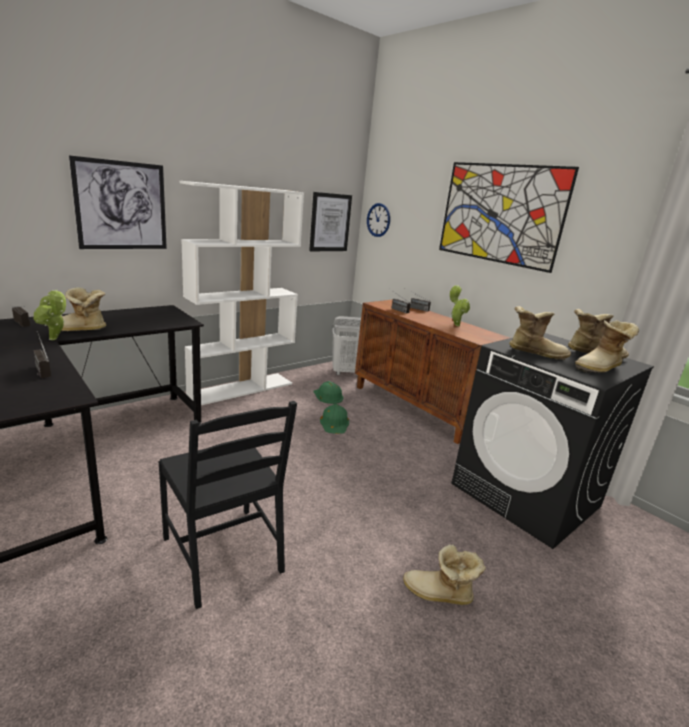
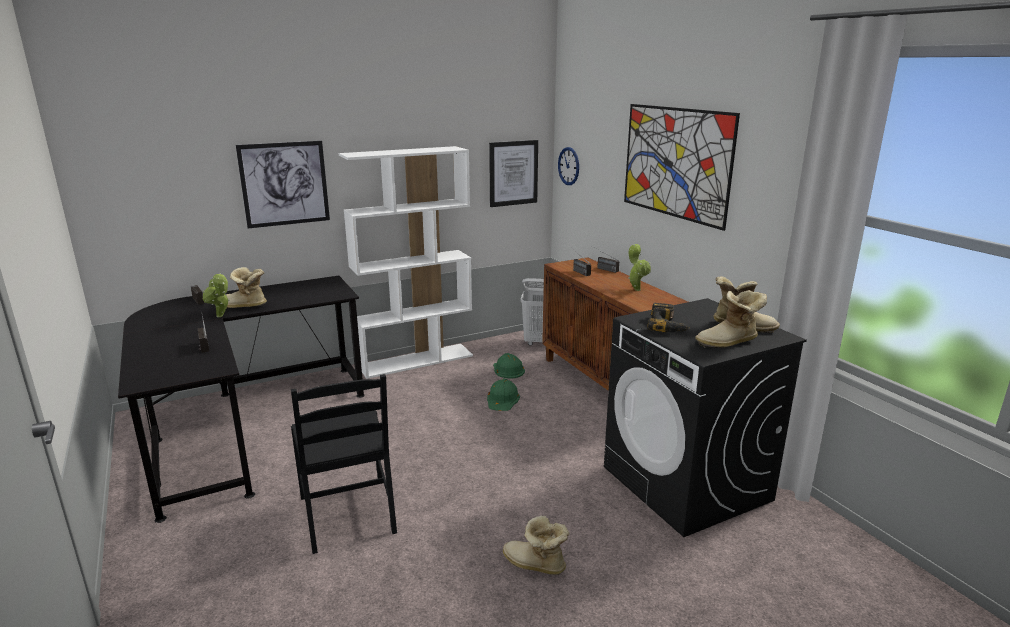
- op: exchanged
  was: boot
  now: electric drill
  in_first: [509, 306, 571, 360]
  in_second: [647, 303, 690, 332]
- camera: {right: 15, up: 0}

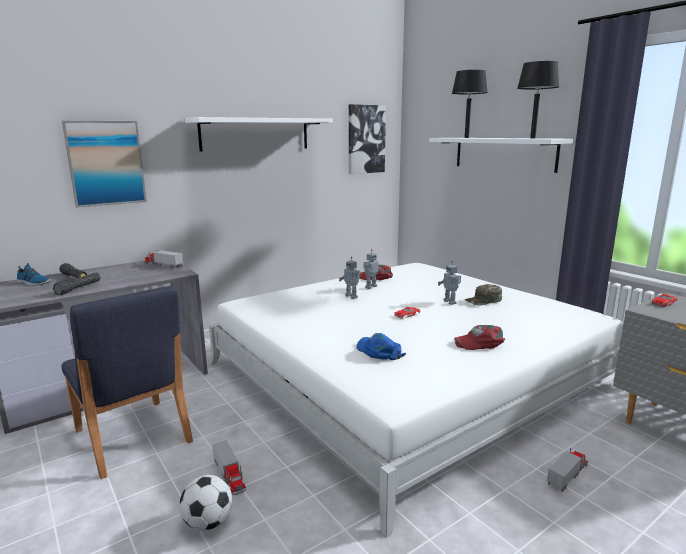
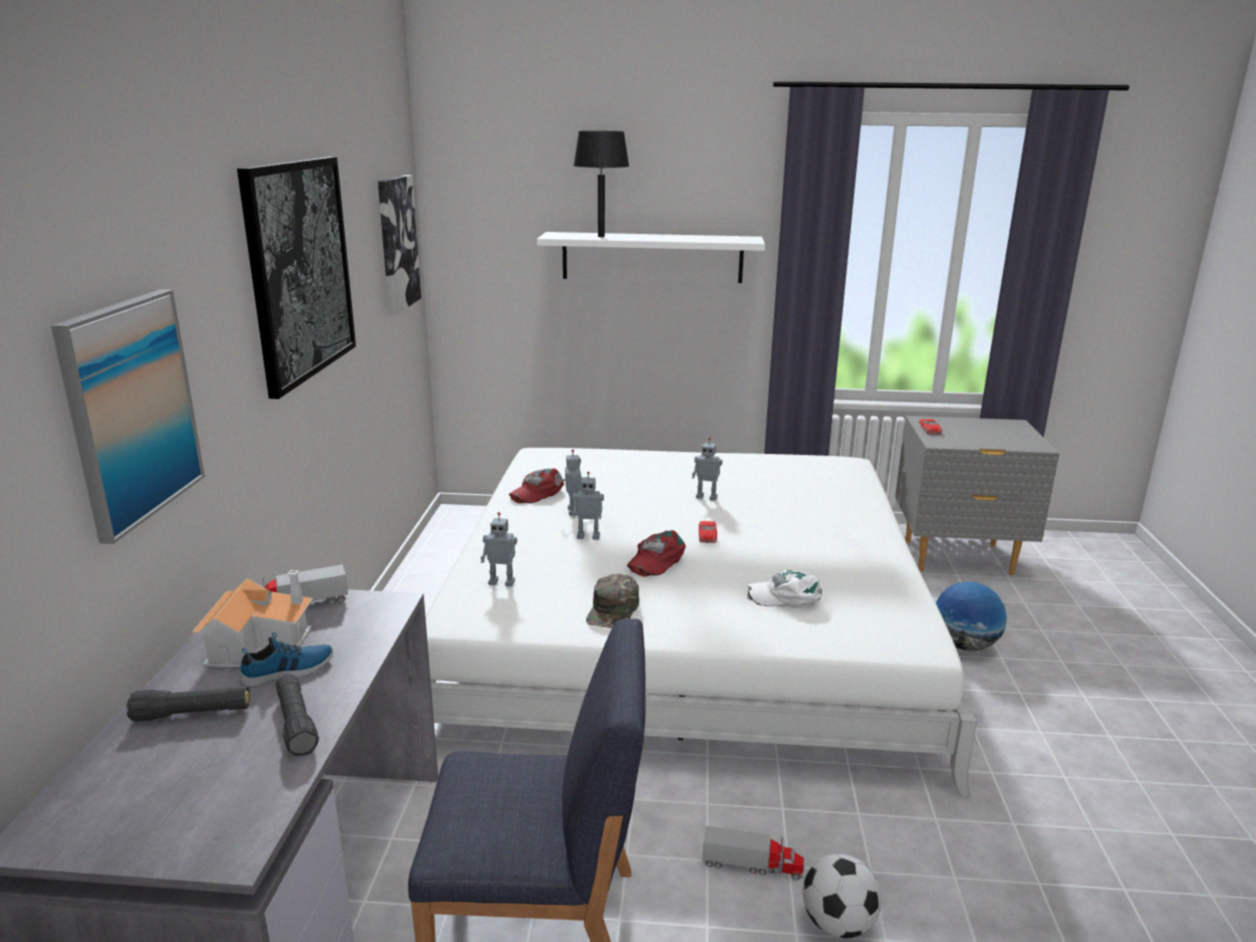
- op: missing
  was: blackish lamp for a table
  in_first: [517, 61, 559, 138]
- op: exchanged
  was: white-coloured bracket shelf
  now: wall picture
  in_first: [185, 117, 333, 152]
  in_second: [237, 157, 356, 399]
- op: relocated
  was: low shoe
  in_first: [16, 263, 52, 286]
  in_second: [240, 632, 333, 687]
- op: relocated
  was: greenish cap
  in_first: [464, 284, 502, 306]
  in_second: [586, 574, 639, 628]
- op: relocated
  was: reddish cap
  in_first: [455, 325, 505, 350]
  in_second: [627, 530, 686, 577]
- op: colour
  was: bluish cap
  now: white-coloured cap
  in_first: [356, 333, 406, 360]
  in_second: [747, 570, 822, 608]
- op: exchanged
  was: toy lorry
  now: desk globe
  in_first: [547, 448, 588, 492]
  in_second: [936, 582, 1007, 651]
- op: appeared
  now: robot figure
  in_second: [481, 512, 517, 587]
- op: appeared
  now: model house
  in_second: [192, 570, 313, 667]
- camera: {right: -50, up: 5}

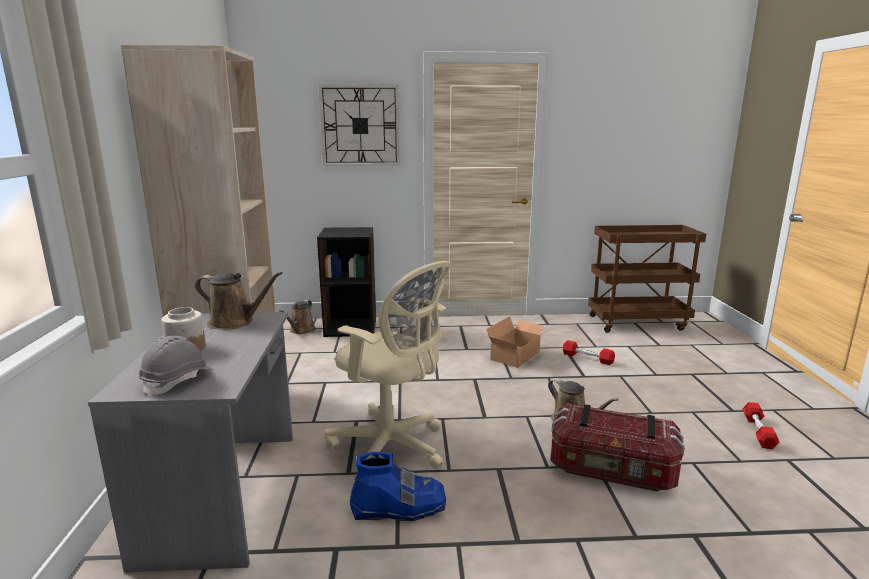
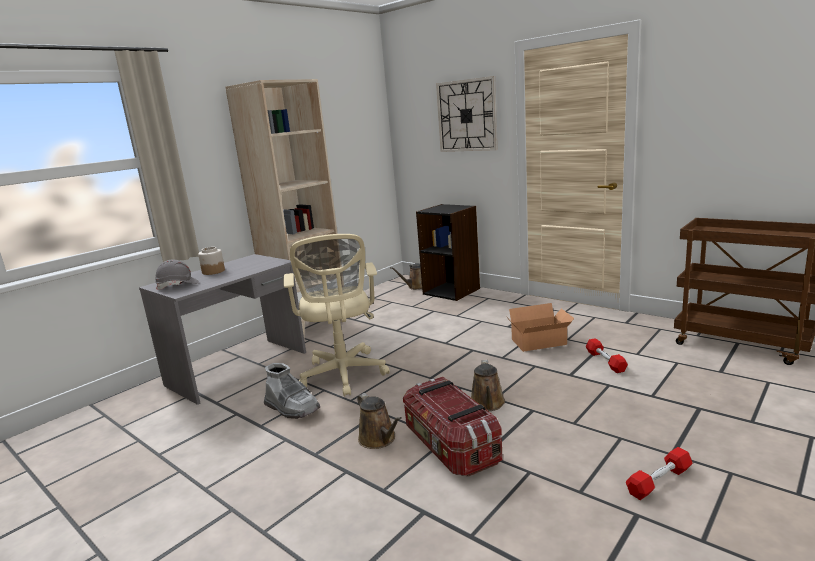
- op: relocated
  was: brownish watering can
  in_first: [195, 272, 282, 330]
  in_second: [357, 393, 402, 449]
- op: colour
  was: bluish boot
  now: greyish boot
  in_first: [350, 452, 446, 521]
  in_second: [264, 363, 320, 419]
- camera: {right: 45, up: 0}

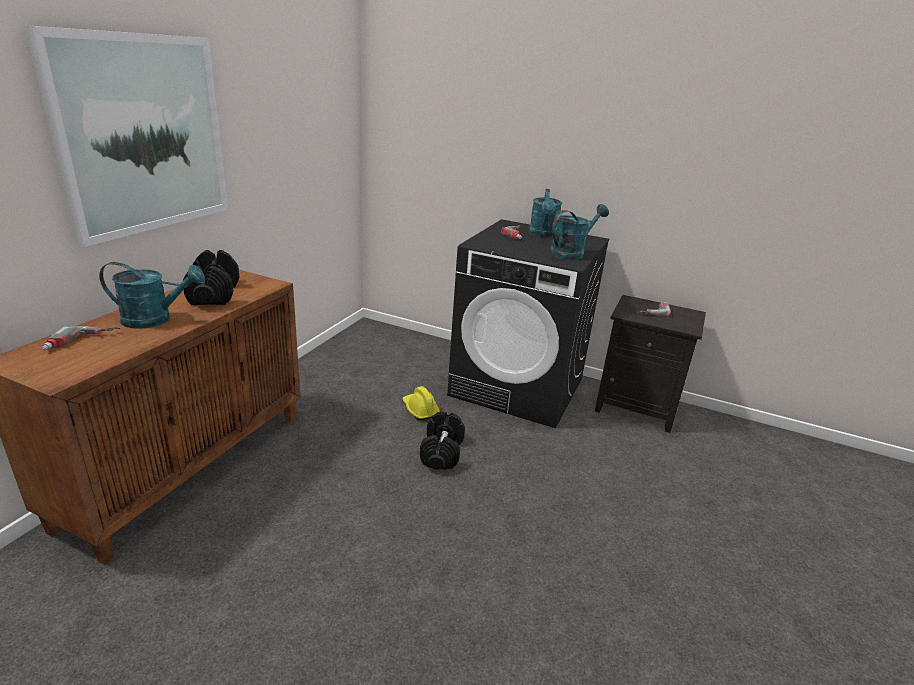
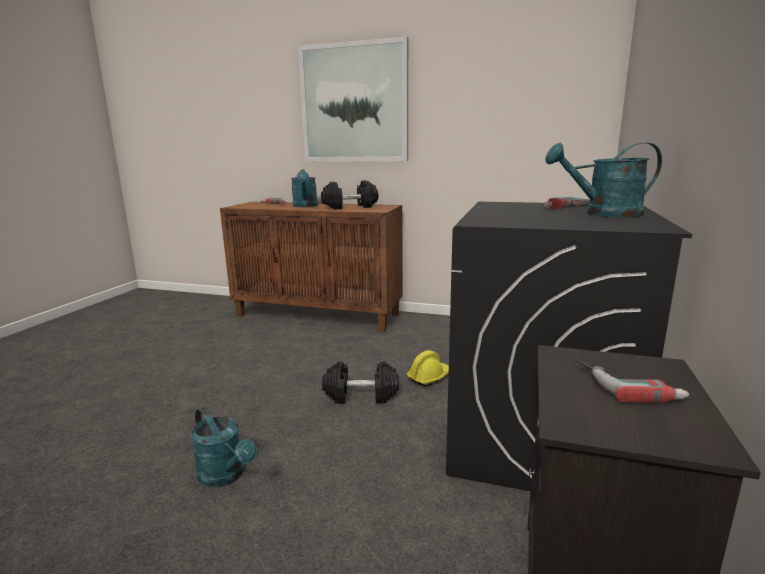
- op: relocated
  was: turquoise-coloured watering can
  in_first: [550, 204, 609, 260]
  in_second: [191, 407, 257, 487]
- camera: {right: 85, up: -10}

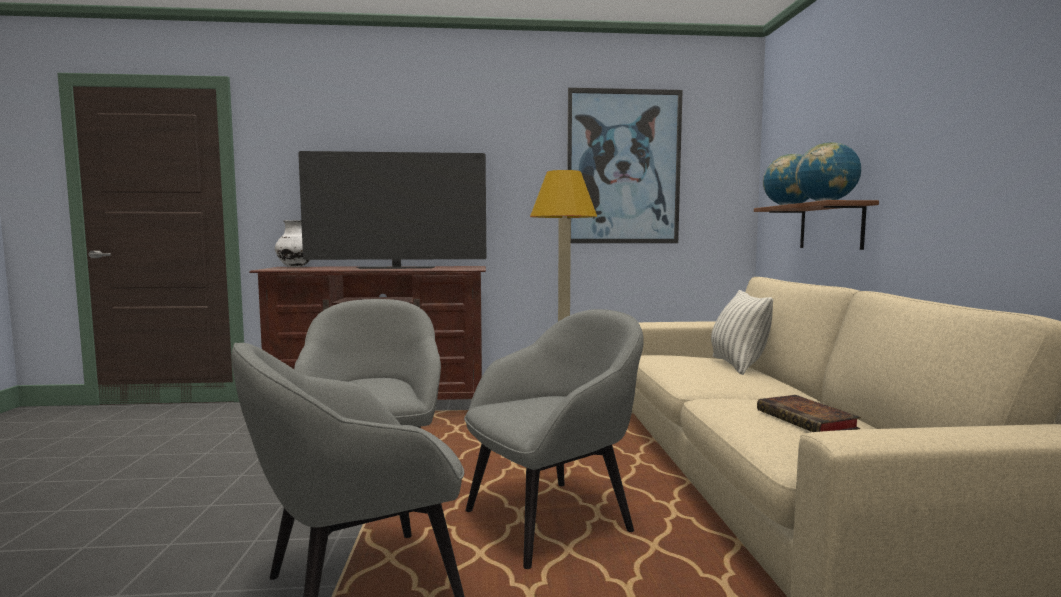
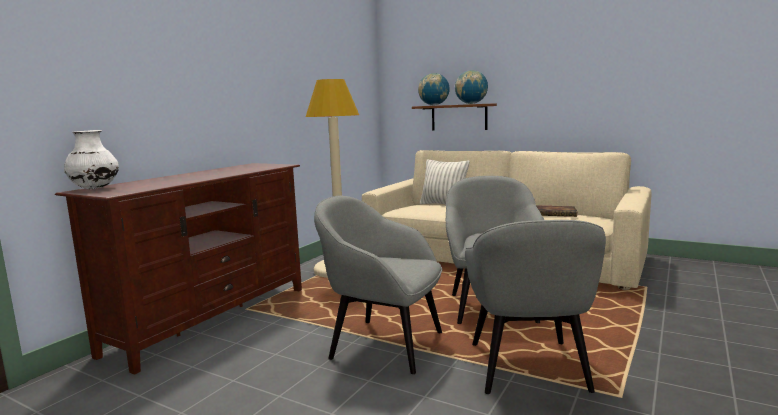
- op: missing
  was: wall picture
  in_first: [567, 88, 683, 243]
- op: missing
  was: television
  in_first: [298, 151, 486, 269]
- camera: {right: -55, up: 5}

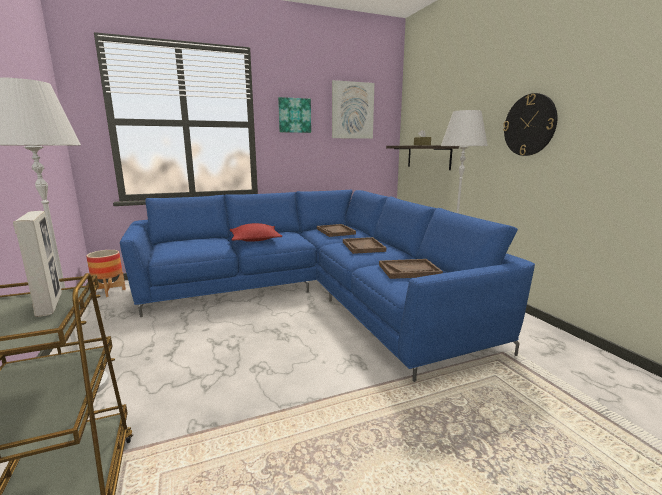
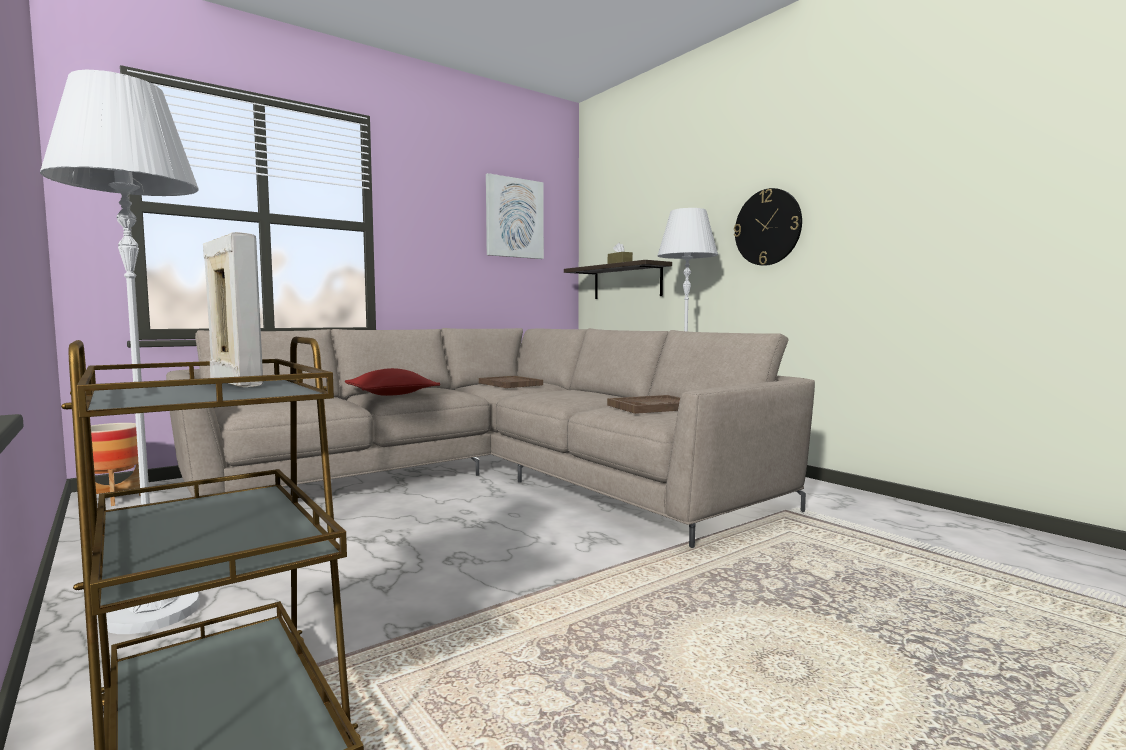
- op: missing
  was: wall picture
  in_first: [278, 97, 311, 133]
- op: colour
  was: bluish couch
  now: beige-coloured couch
  in_first: [120, 190, 535, 382]
  in_second: [166, 328, 815, 548]
- op: missing
  was: brownish tray
  in_first: [343, 237, 386, 254]
- camera: {right: -15, up: -10}

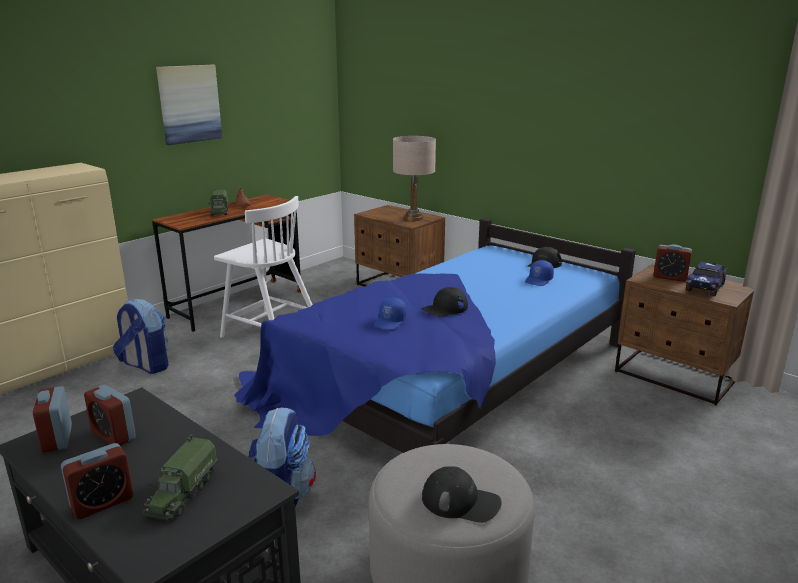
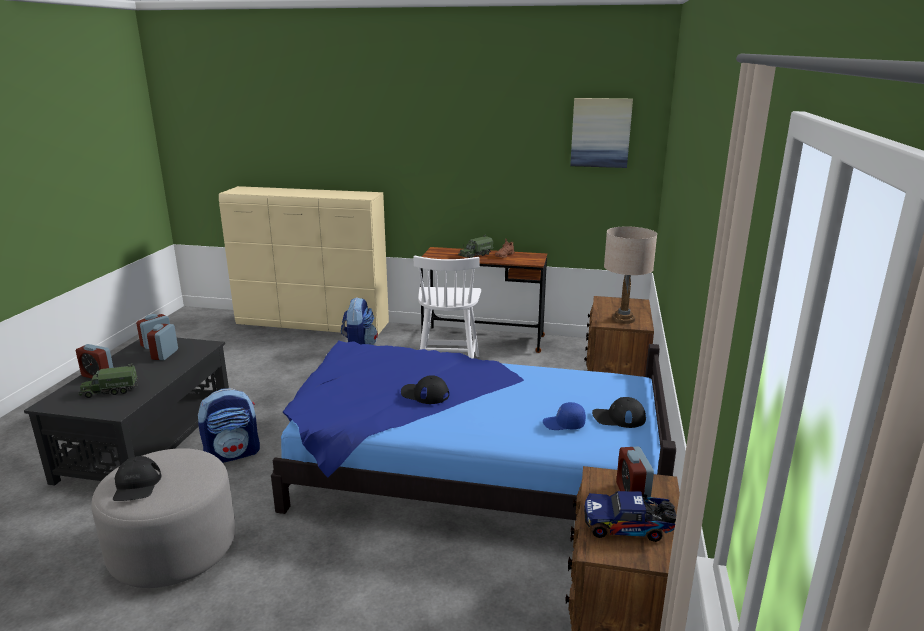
- op: relocated
  was: wall picture
  in_first: [156, 65, 222, 145]
  in_second: [570, 98, 633, 168]
- op: missing
  was: bluish cap
  in_first: [374, 297, 407, 330]
- camera: {right: 60, up: 0}

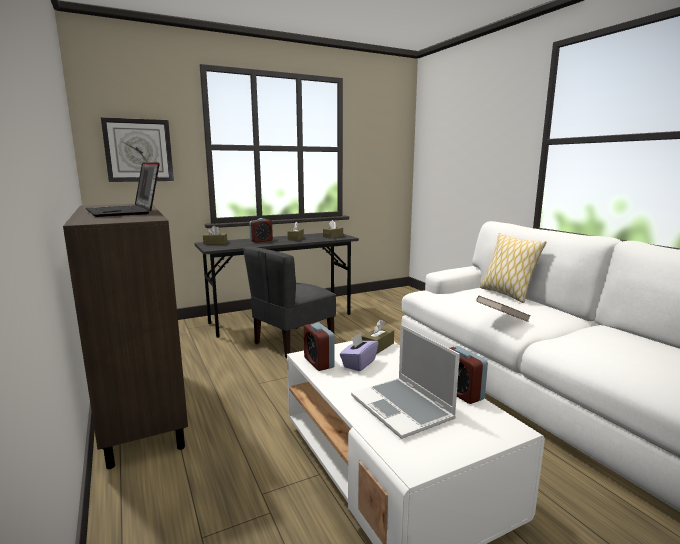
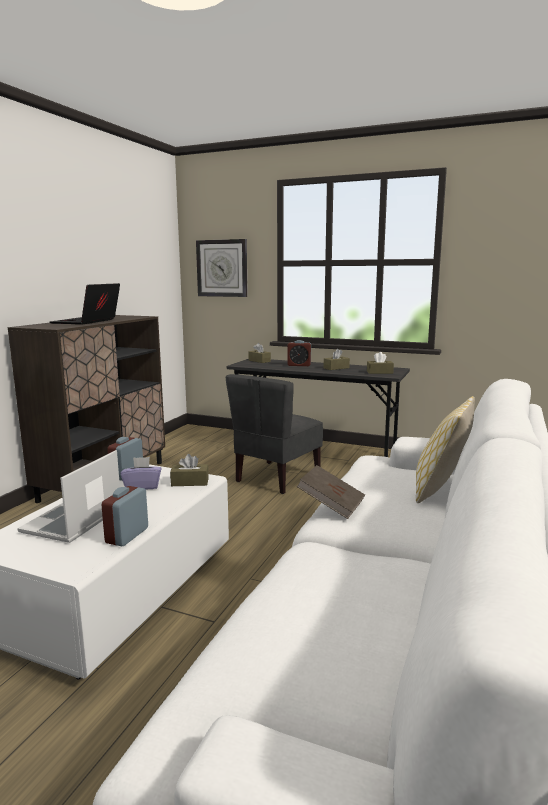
- op: spun
  was: greyish plain chair
  in_first: [243, 246, 336, 358]
  in_second: [226, 374, 323, 494]
  clockwise: -60
- camera: {right: 50, up: 0}

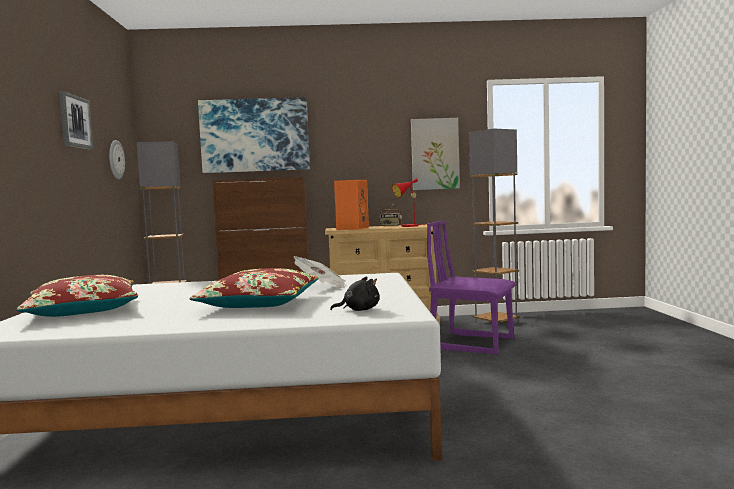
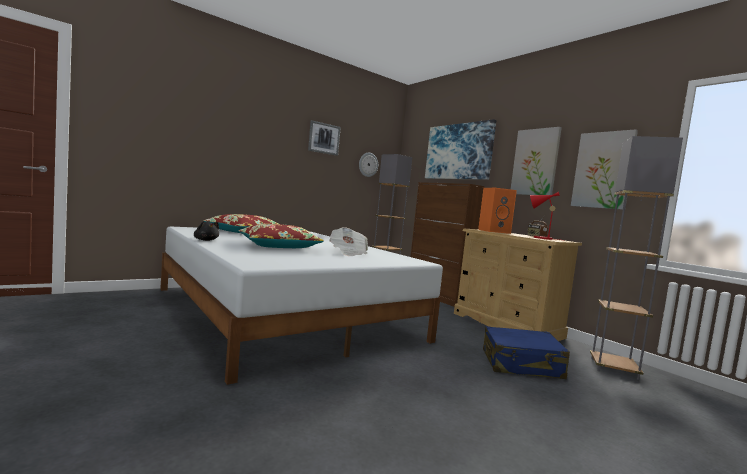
- op: exchanged
  was: purple-coloured plain chair
  now: bluish piece of luggage
  in_first: [427, 220, 516, 354]
  in_second: [483, 326, 570, 379]
- op: relocated
  was: blackish cuddly toy
  in_first: [330, 276, 380, 311]
  in_second: [194, 221, 219, 241]
- op: appeared
  now: wall picture
  in_second: [511, 127, 562, 195]
- camera: {right: 55, up: 0}

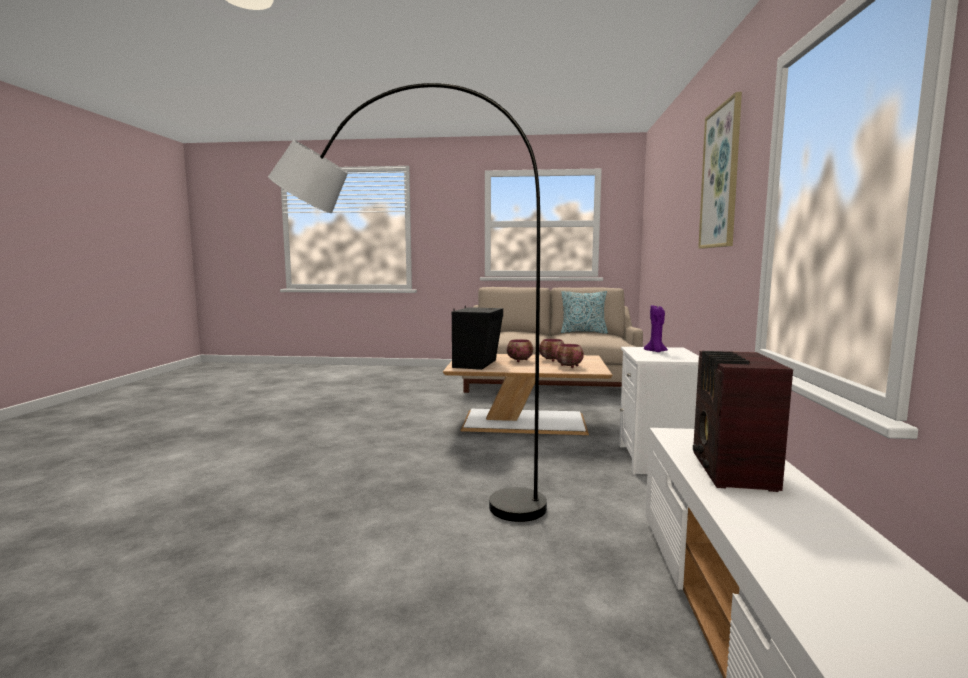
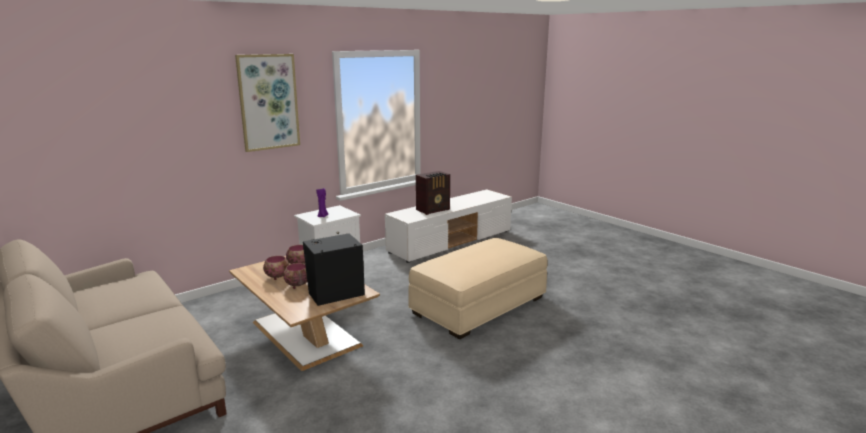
- op: exchanged
  was: greyish standard lamp
  now: beige-coloured ottoman
  in_first: [268, 83, 547, 522]
  in_second: [408, 238, 548, 339]
- op: missing
  was: cushion
  in_first: [561, 291, 608, 334]
- camera: {right: -135, up: 10}

